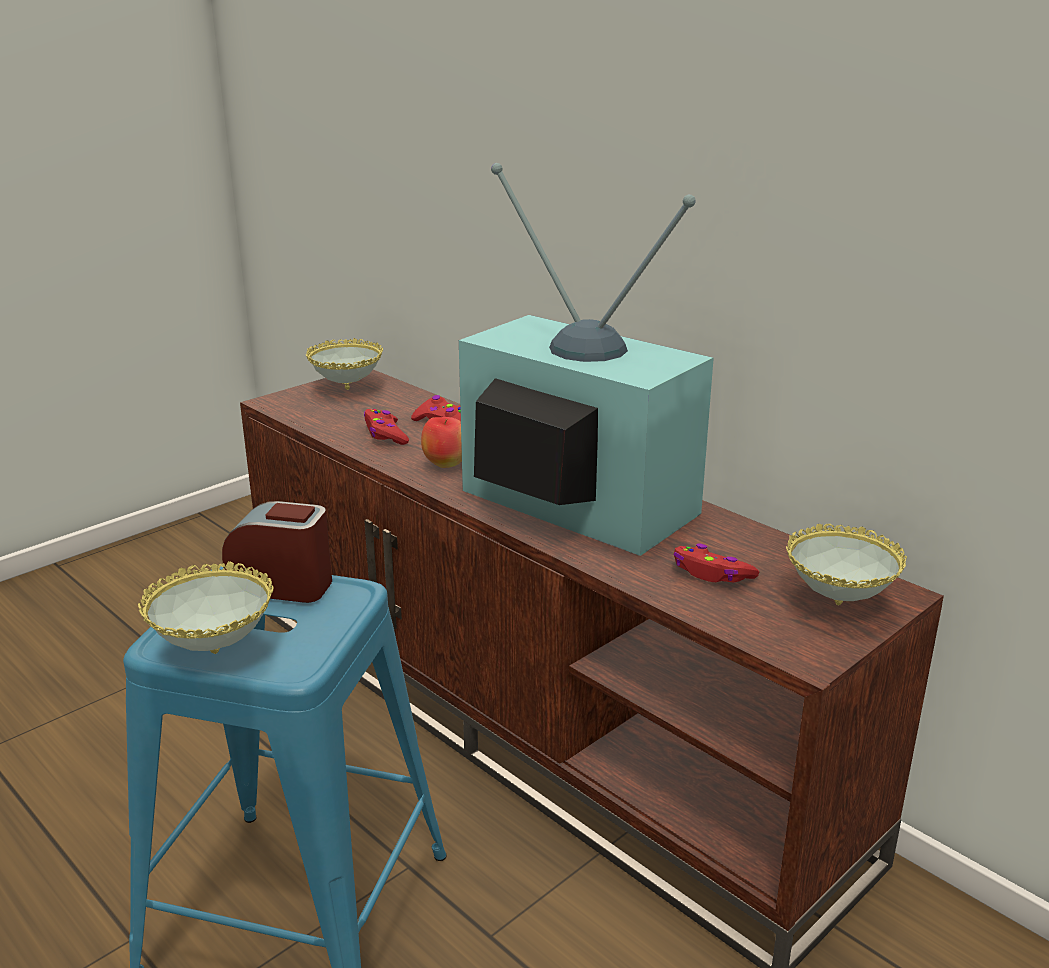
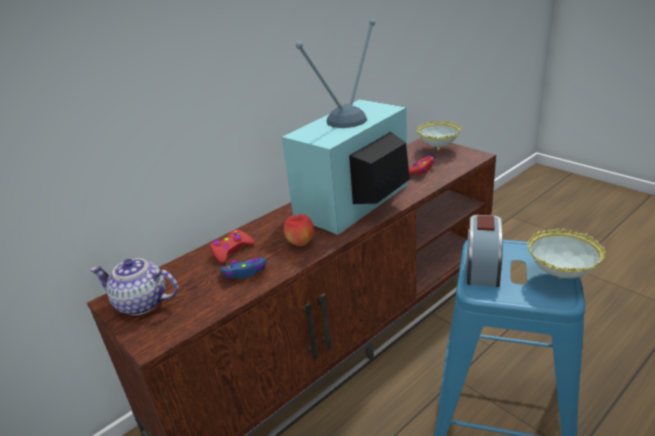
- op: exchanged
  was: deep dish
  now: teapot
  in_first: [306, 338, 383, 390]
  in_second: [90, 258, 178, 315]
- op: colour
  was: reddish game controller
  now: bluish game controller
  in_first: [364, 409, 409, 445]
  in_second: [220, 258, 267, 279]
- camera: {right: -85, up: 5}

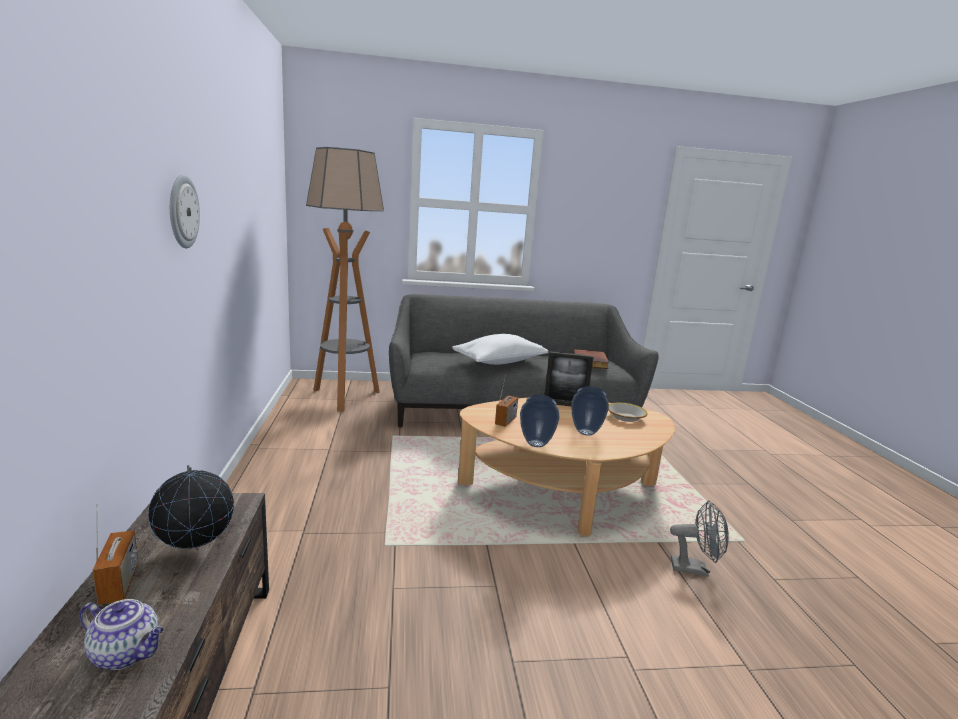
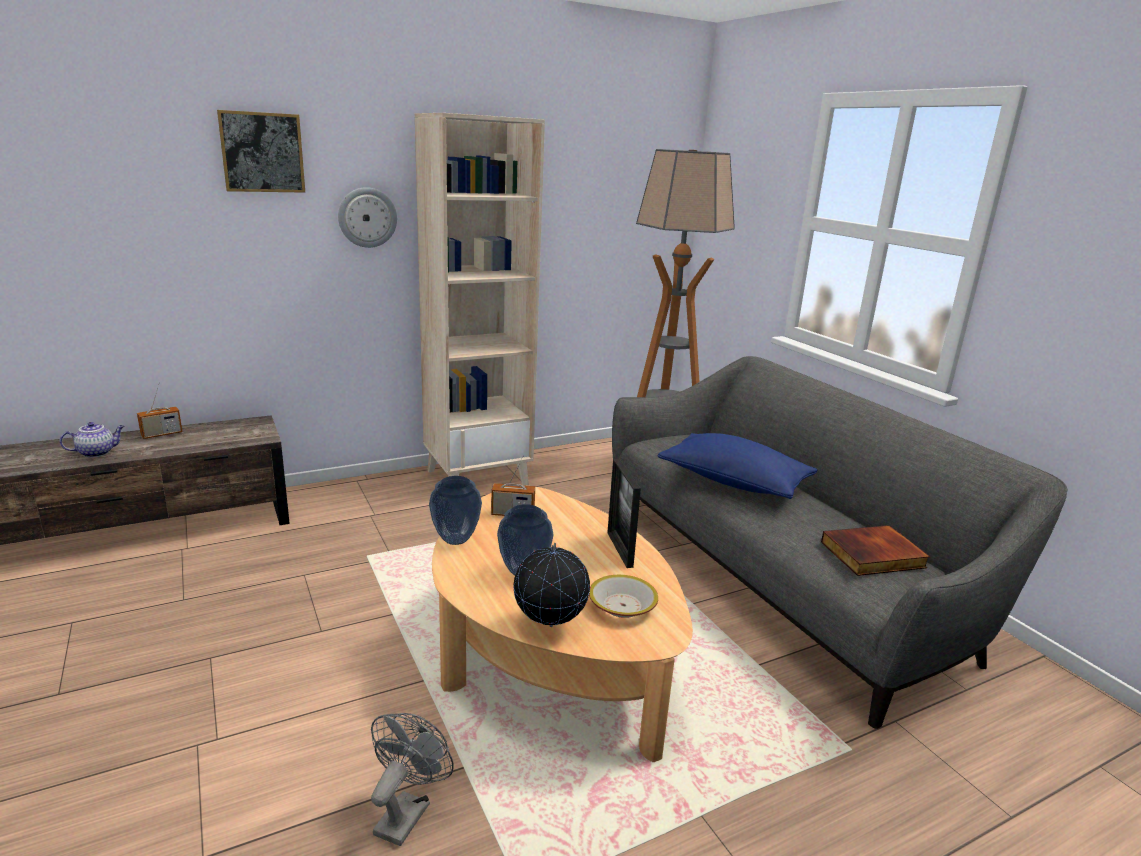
- op: colour
  was: white-coloured cushion
  now: bluish cushion
  in_first: [452, 334, 549, 365]
  in_second: [658, 433, 817, 499]
- op: relocated
  was: desk globe
  in_first: [148, 465, 235, 550]
  in_second: [513, 543, 591, 627]
- op: spun
  was: greyish cooling fan
  in_first: [670, 500, 729, 577]
  in_second: [371, 713, 454, 846]
  clockwise: -150
- op: spun
  was: teapot
  in_first: [79, 599, 164, 670]
  in_second: [60, 422, 124, 457]
  clockwise: -120
- op: appeared
  now: wall picture
  in_second: [217, 110, 305, 193]
- op: appeared
  now: beige-coloured shelving unit
  in_second: [415, 113, 545, 486]
- camera: {right: 70, up: 5}

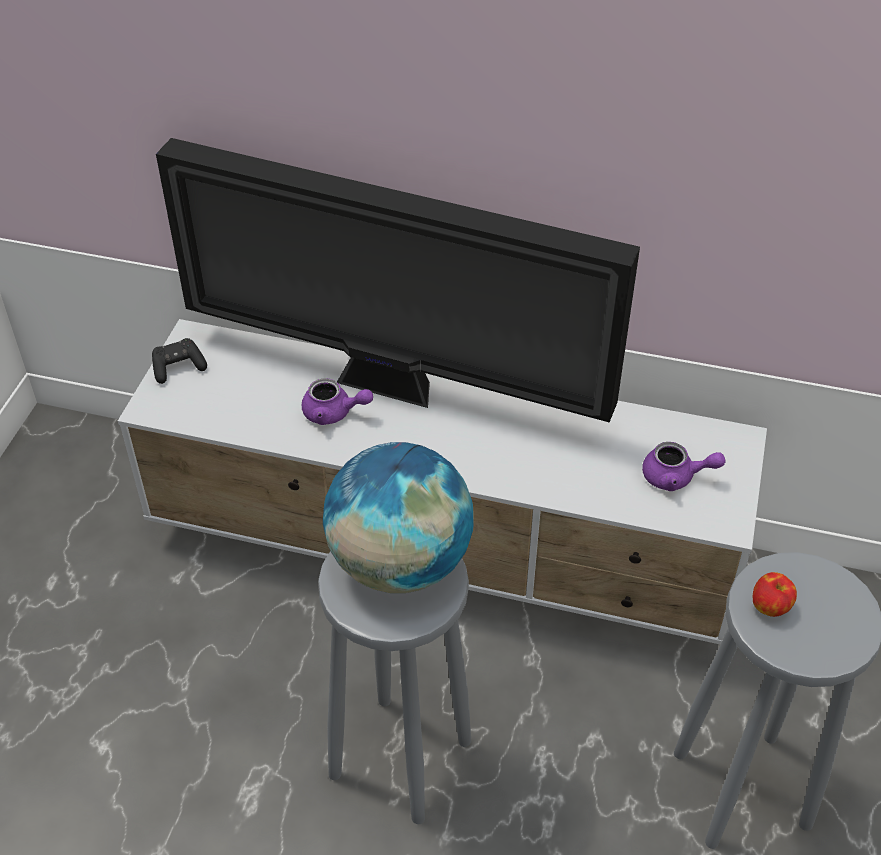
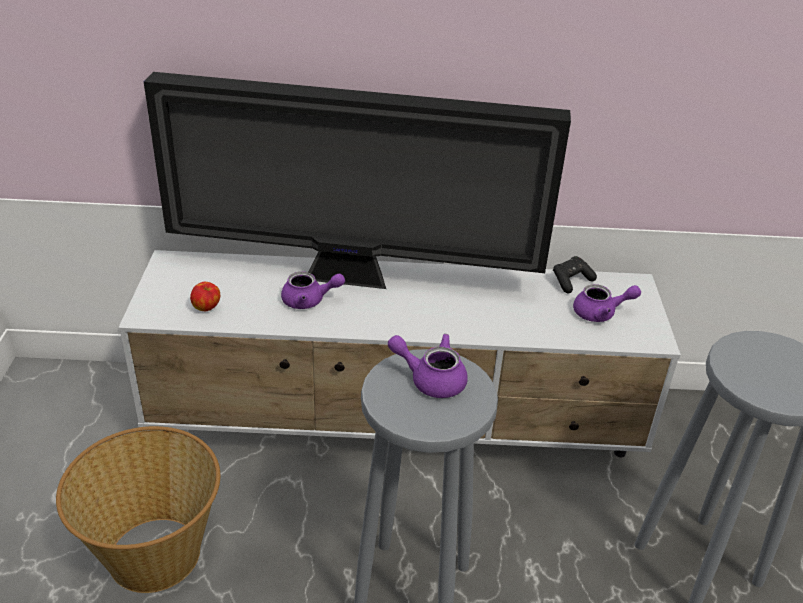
- op: relocated
  was: blackish game controller
  in_first: [152, 338, 207, 384]
  in_second: [553, 256, 597, 293]
- op: exchanged
  was: desk globe
  now: purple-coloured teapot
  in_first: [323, 442, 474, 593]
  in_second: [388, 334, 468, 398]
- op: relocated
  was: apple fruit
  in_first: [753, 572, 797, 617]
  in_second: [190, 282, 220, 311]
- op: appeared
  now: storage basket
  in_second: [56, 426, 220, 593]
- camera: {right: -15, up: -10}

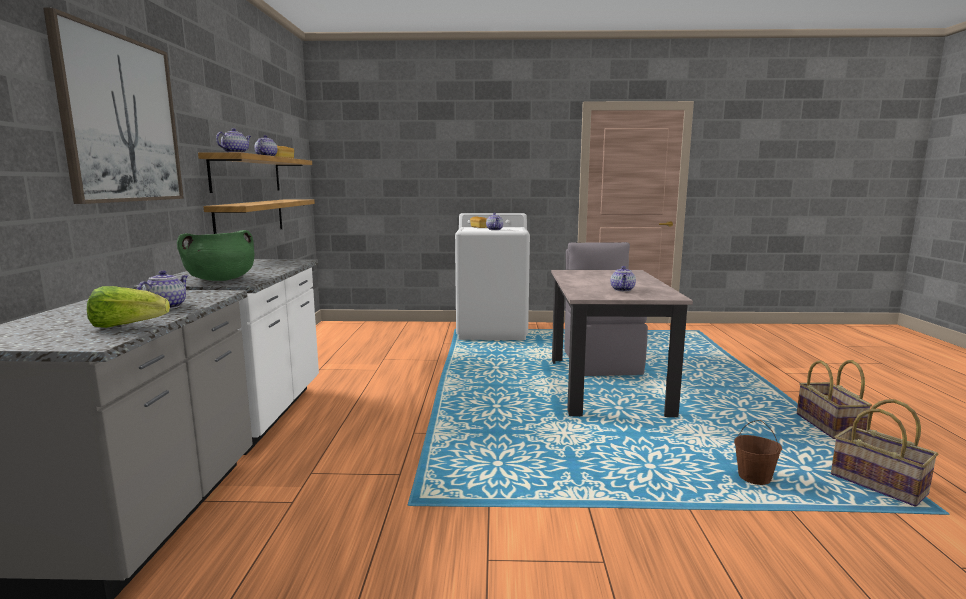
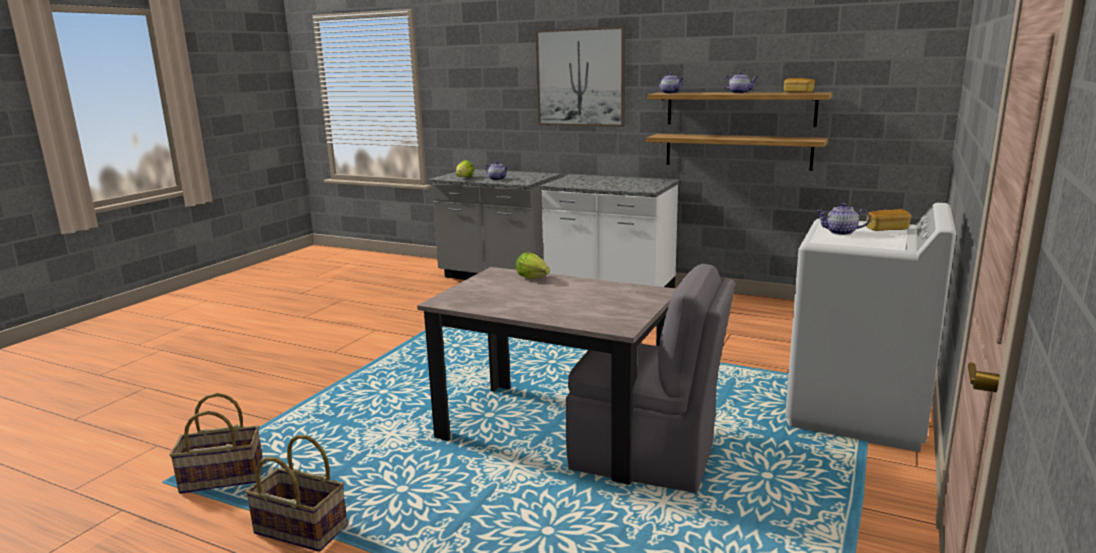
- op: missing
  was: greenish cooking pot
  in_first: [177, 230, 255, 281]
- op: missing
  was: teapot
  in_first: [610, 266, 636, 291]
- op: missing
  was: brownish pail
  in_first: [734, 420, 782, 485]
- op: appeared
  now: lettuce
  in_second: [516, 253, 550, 279]
- camera: {right: 115, up: 5}

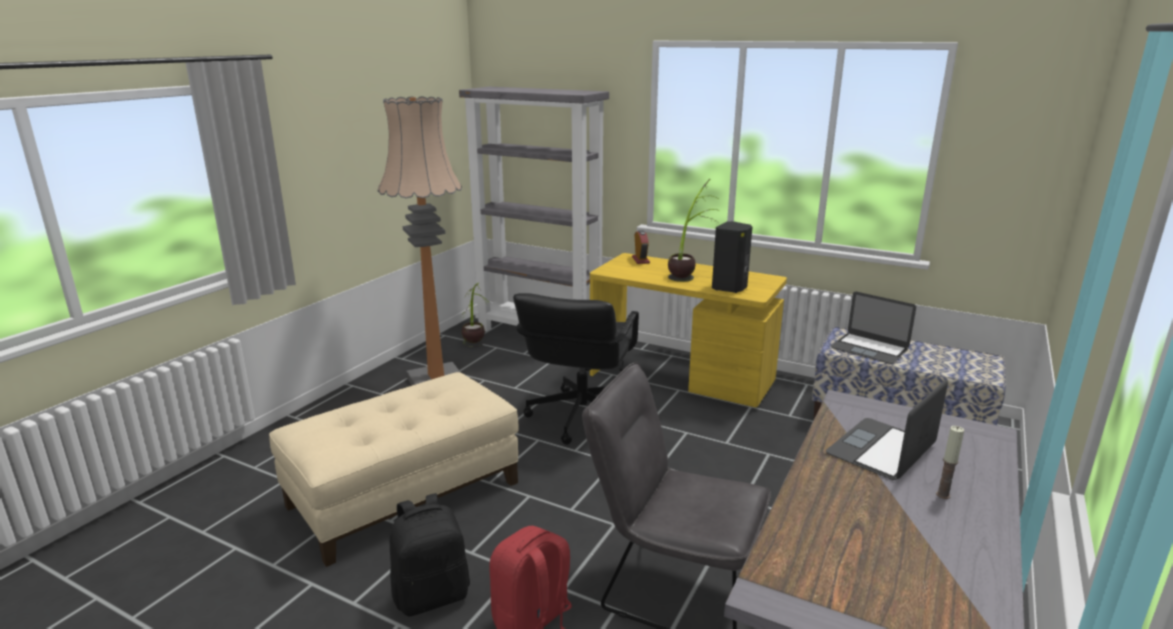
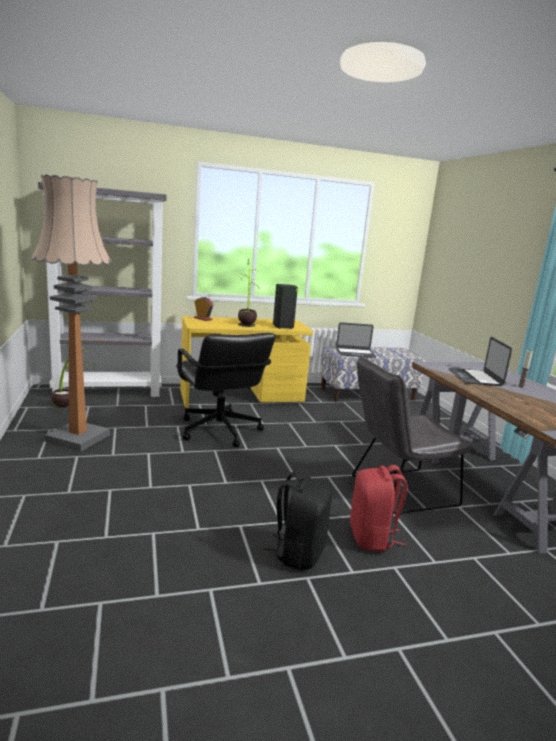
- op: missing
  was: beige-coloured ottoman
  in_first: [269, 372, 519, 567]
- camera: {right: -45, up: -5}

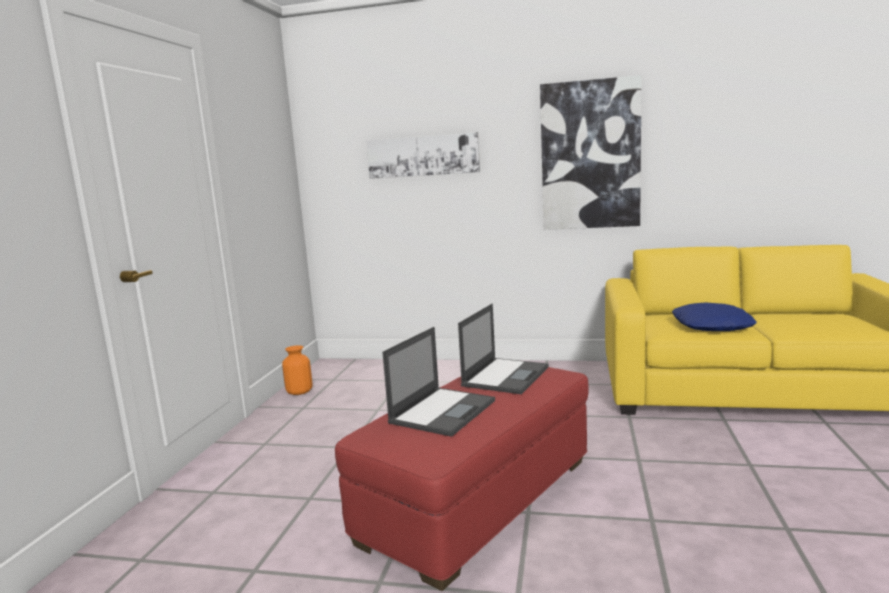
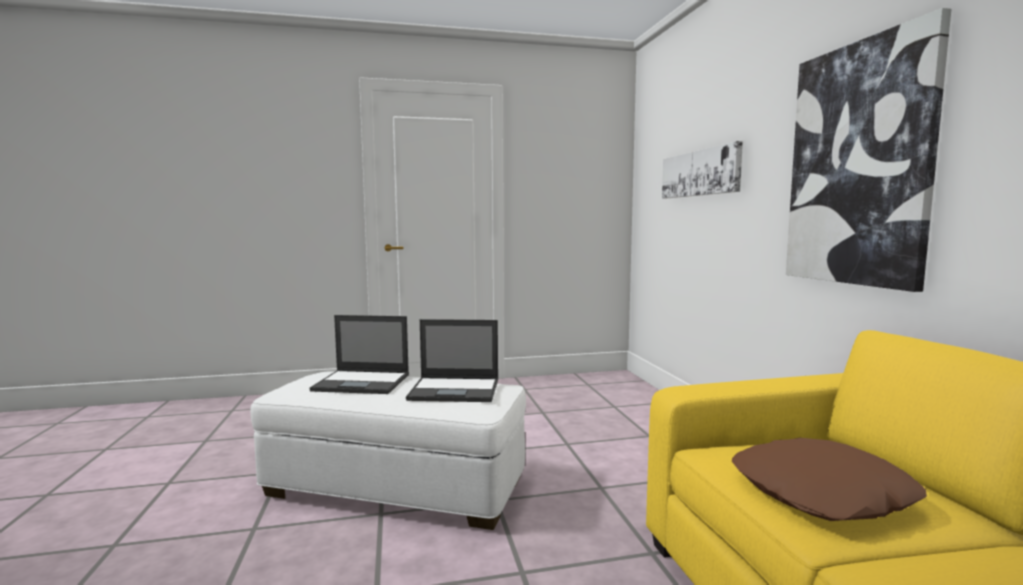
- op: colour
  was: bluish cushion
  now: brownish cushion
  in_first: [672, 303, 757, 331]
  in_second: [732, 438, 927, 521]
- op: missing
  was: orangey flower vase
  in_first: [282, 345, 313, 395]
- op: colour
  was: reddish ottoman
  now: white-coloured ottoman
  in_first: [335, 367, 589, 591]
  in_second: [251, 371, 526, 530]
- camera: {right: 65, up: -5}

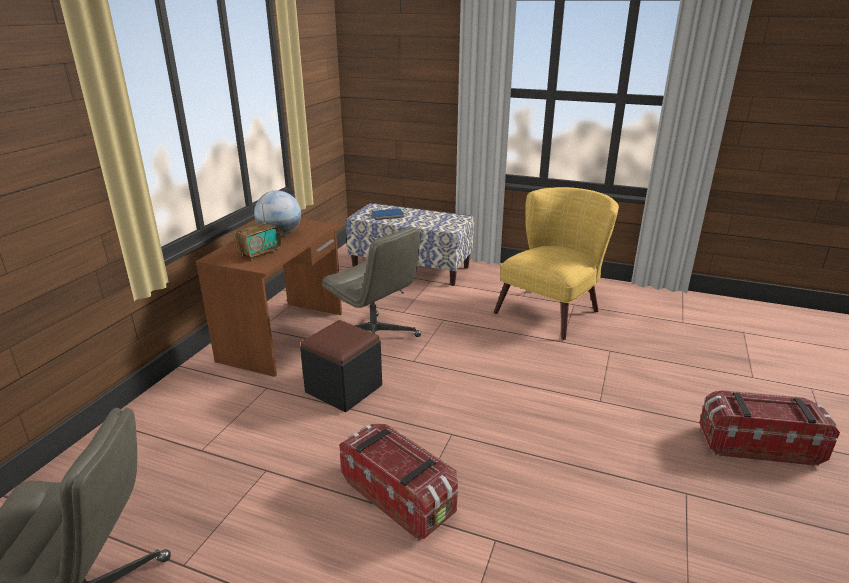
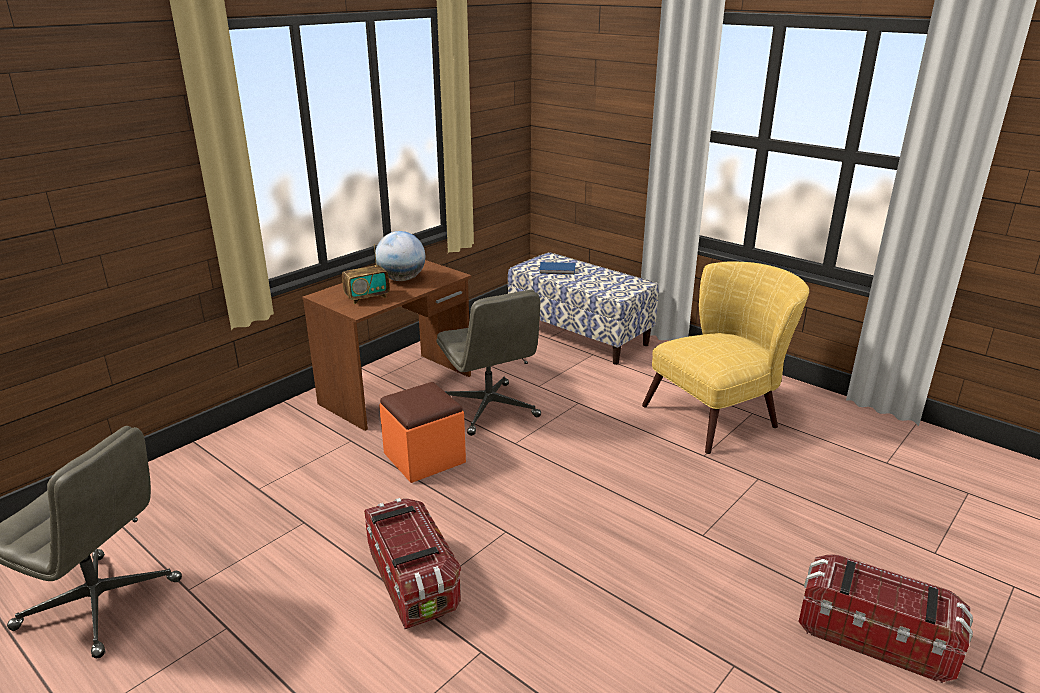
- op: colour
  was: blackish ottoman
  now: orangey ottoman
  in_first: [300, 320, 382, 413]
  in_second: [379, 382, 466, 483]
- camera: {right: 20, up: 0}

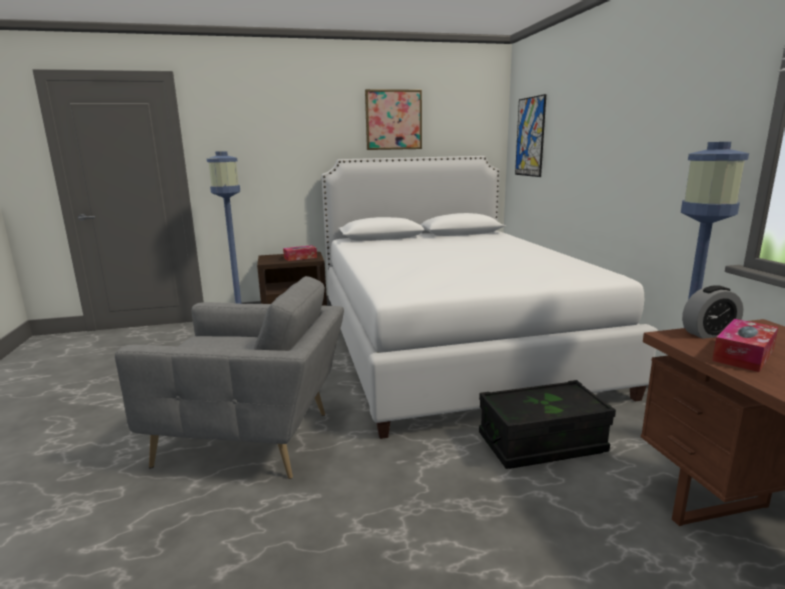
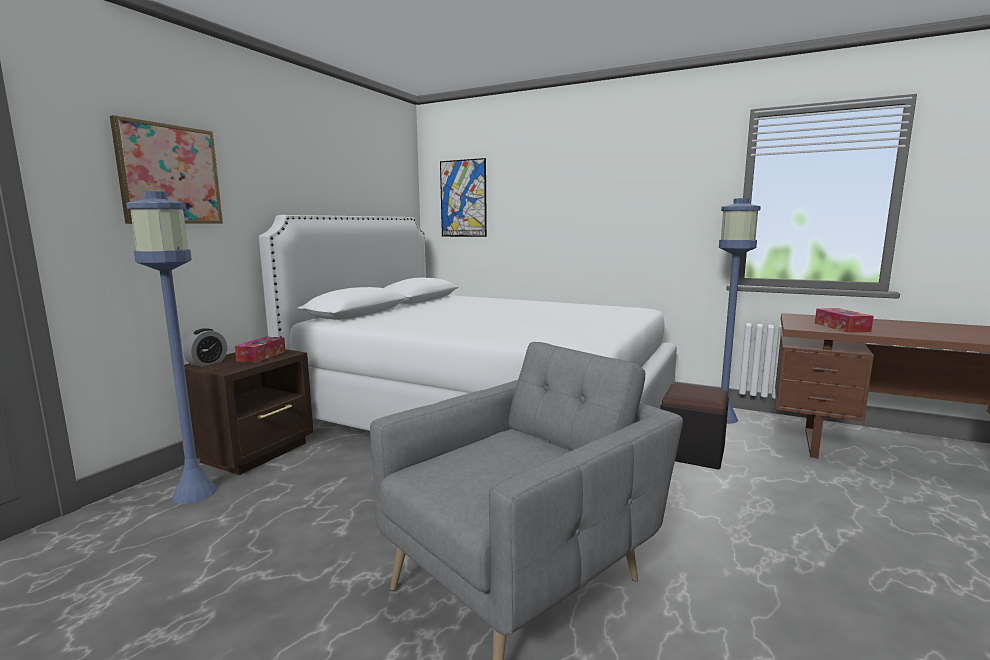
- op: relocated
  was: wall picture
  in_first: [365, 89, 422, 150]
  in_second: [110, 115, 223, 224]
- op: relocated
  was: bedside clock
  in_first: [682, 285, 744, 339]
  in_second: [183, 328, 227, 367]
- op: exchanged
  was: blackish storage bin
  now: blackish ottoman
  in_first: [479, 380, 616, 469]
  in_second: [660, 383, 729, 470]
- camera: {right: -50, up: -5}

